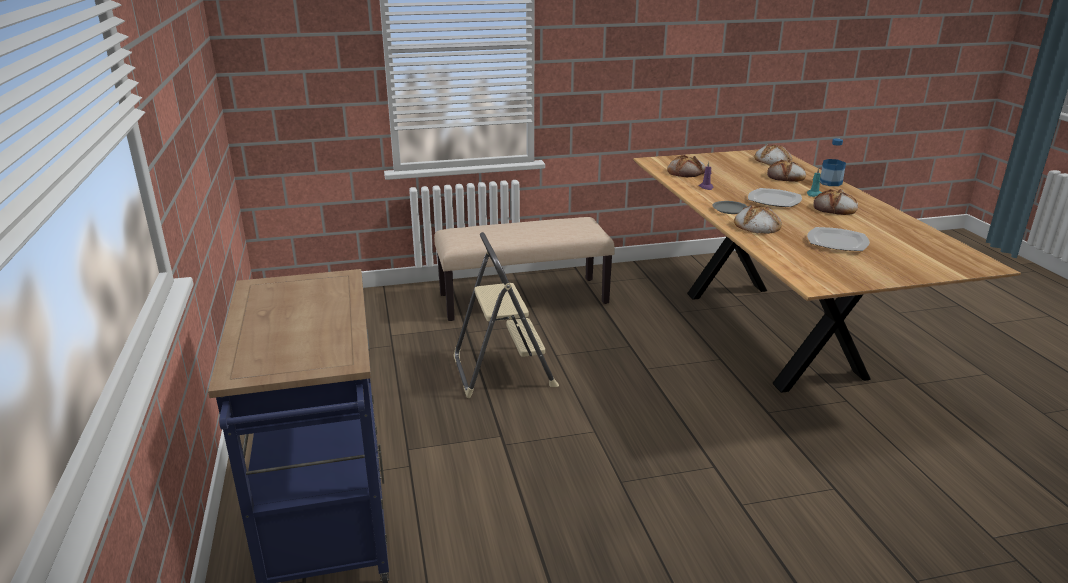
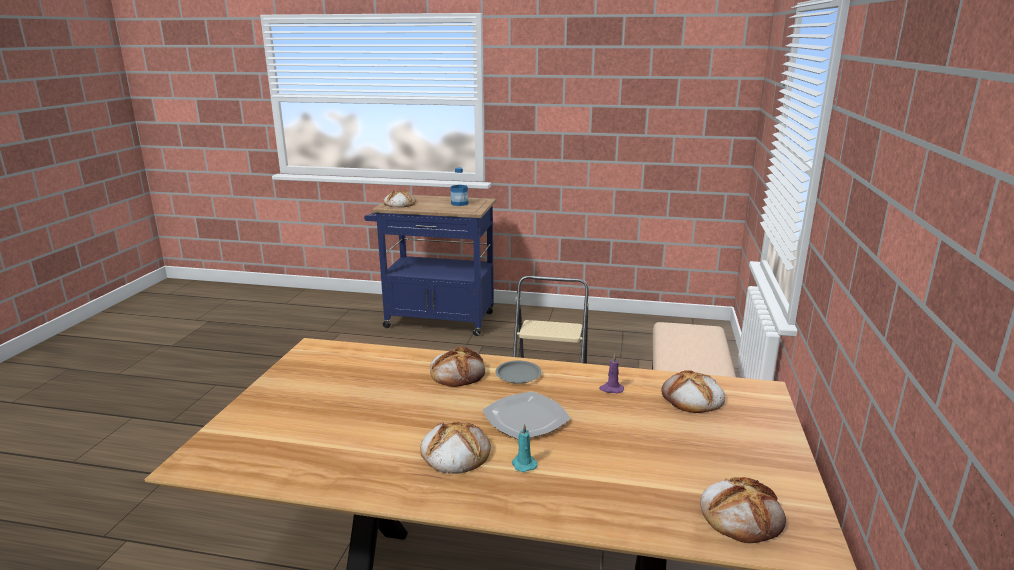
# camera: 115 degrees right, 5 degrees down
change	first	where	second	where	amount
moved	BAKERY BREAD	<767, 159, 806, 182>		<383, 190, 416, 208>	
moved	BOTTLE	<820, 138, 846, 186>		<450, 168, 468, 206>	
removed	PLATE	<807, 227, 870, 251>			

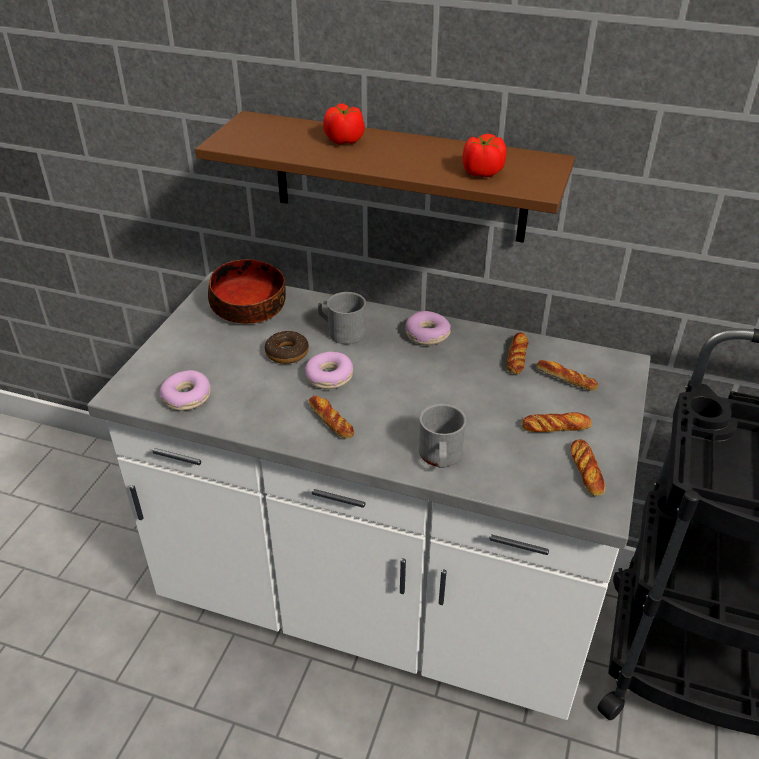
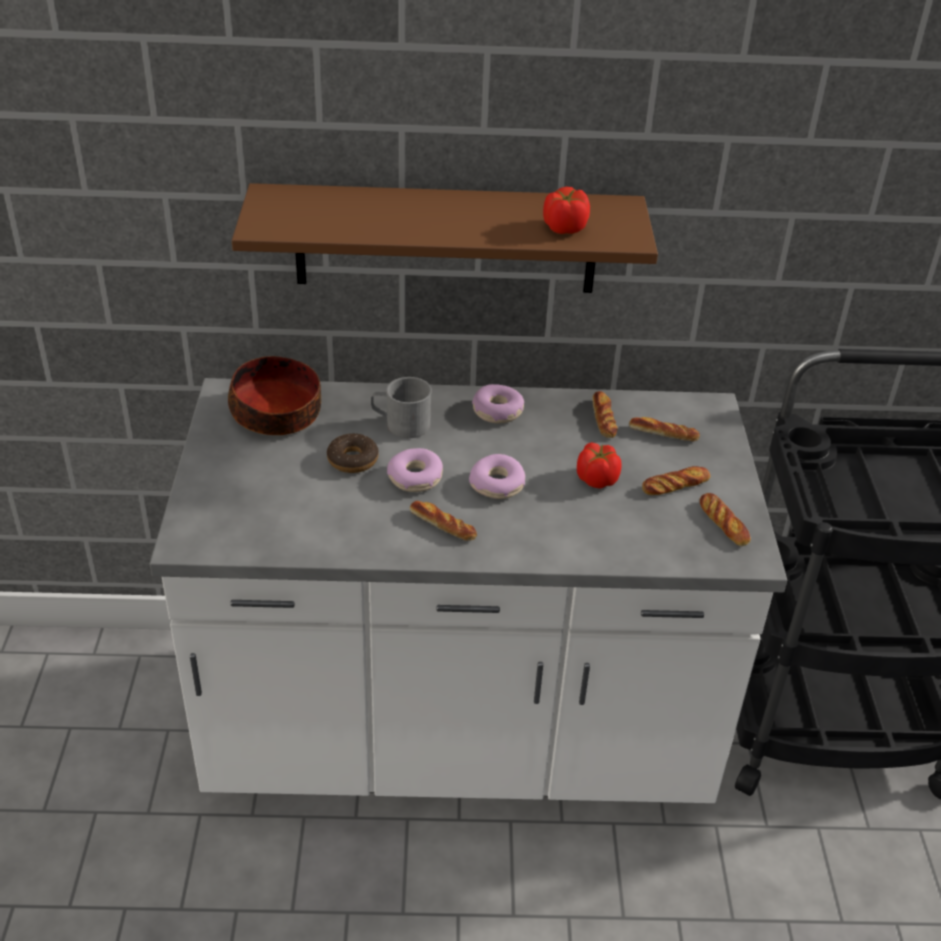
# camera: 20 degrees left, 0 degrees up
change	first	where	second	where	amount
moved	DONUT	<160, 370, 210, 411>		<469, 454, 525, 499>	
moved	TOMATO	<323, 104, 365, 145>		<577, 442, 621, 489>	
removed	GRAY MUG	<419, 403, 466, 468>			

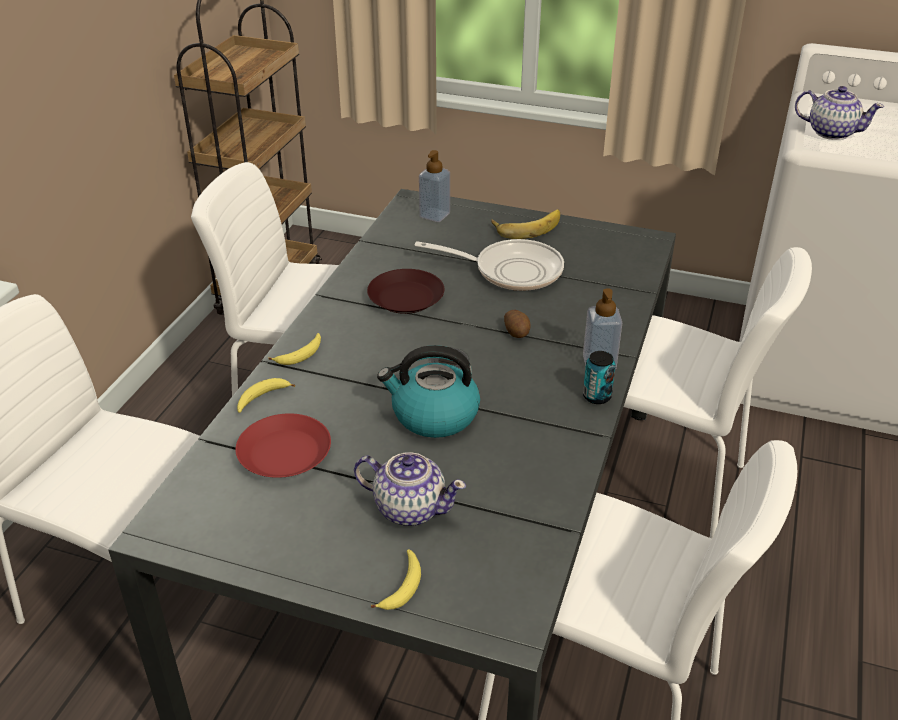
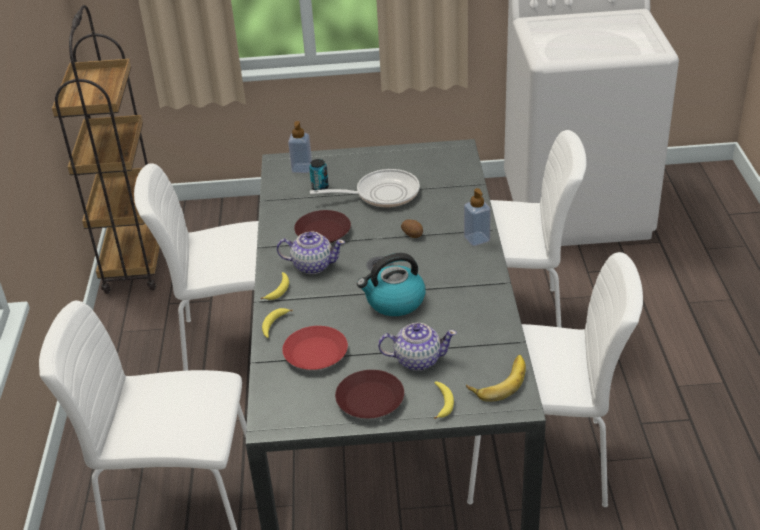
# camera: 20 degrees left, 0 degrees up
change	first	where	second	where	amount
moved	TEA POT	<795, 86, 884, 140>		<277, 232, 345, 274>	
moved	CAN	<583, 351, 616, 404>		<309, 159, 329, 190>	
added			BROWN PLATE	<335, 370, 404, 418>	
moved	WHOLE BANANA	<491, 209, 560, 239>		<466, 355, 526, 402>	

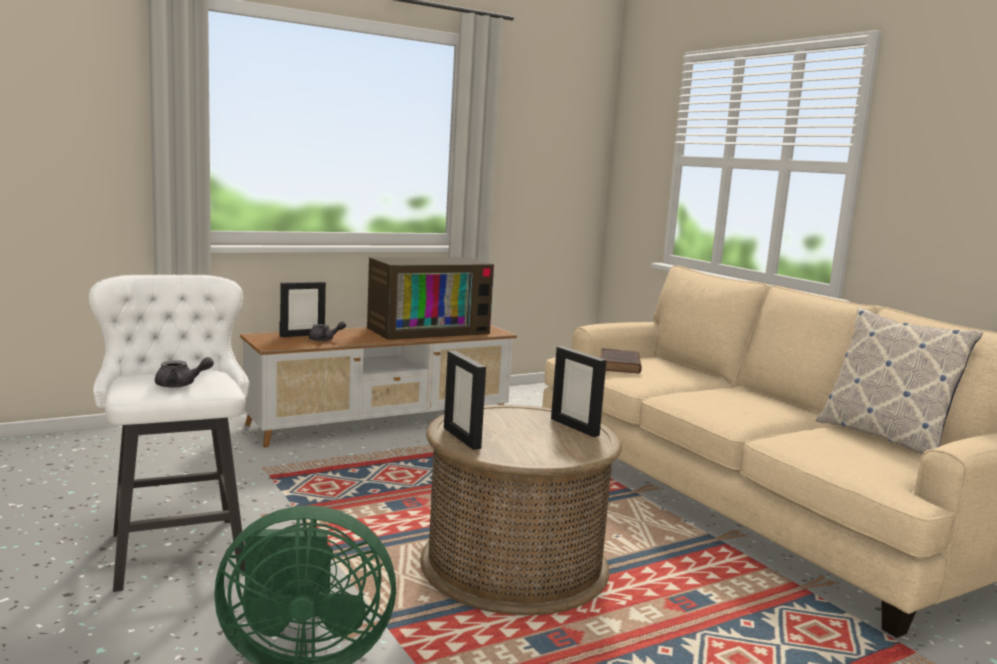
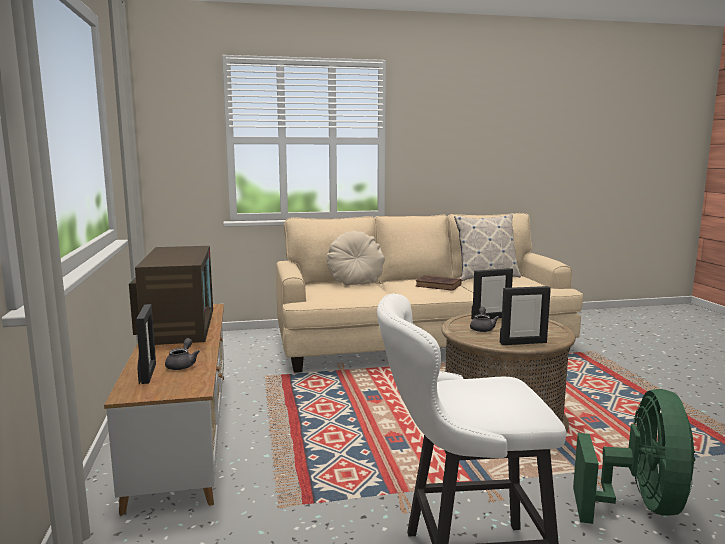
# camera: 70 degrees left, 0 degrees up
change	first	where	second	where	amount
added			SAND-COLOURED PILLOW	<327, 231, 385, 285>	
moved	BROWN BOOK	<601, 349, 642, 374>		<416, 275, 461, 291>	
moved	GRAY TEA POT	<155, 357, 214, 388>		<470, 307, 499, 332>	

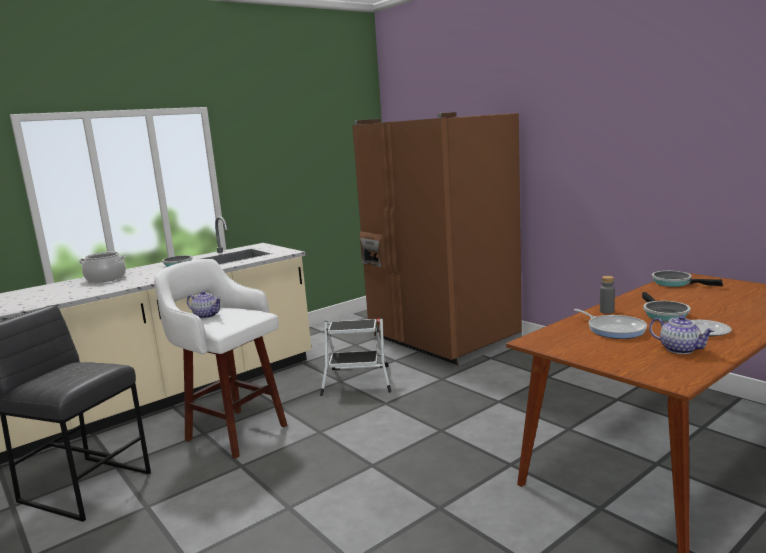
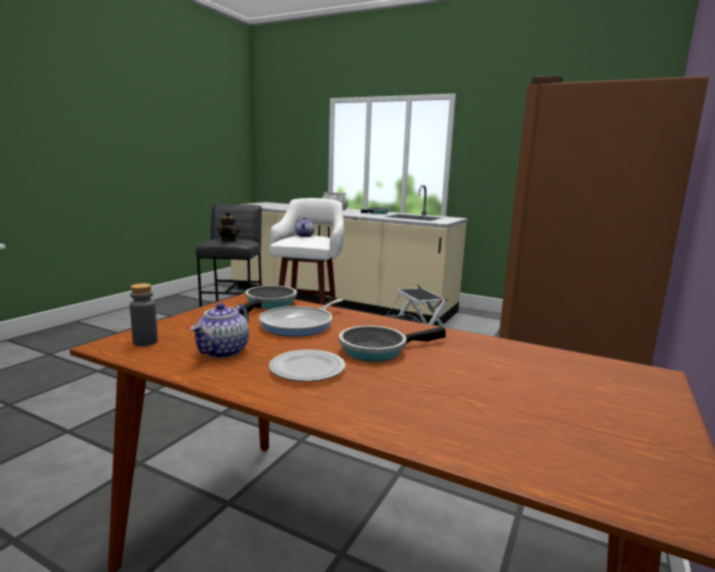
# camera: 65 degrees right, 0 degrees up
change	first	where	second	where	amount
moved	GRAY BOTTLE	<600, 276, 615, 314>		<130, 283, 158, 346>	
added			TEA POT	<217, 211, 240, 242>	
moved	PAN	<652, 271, 723, 287>		<234, 285, 297, 315>	

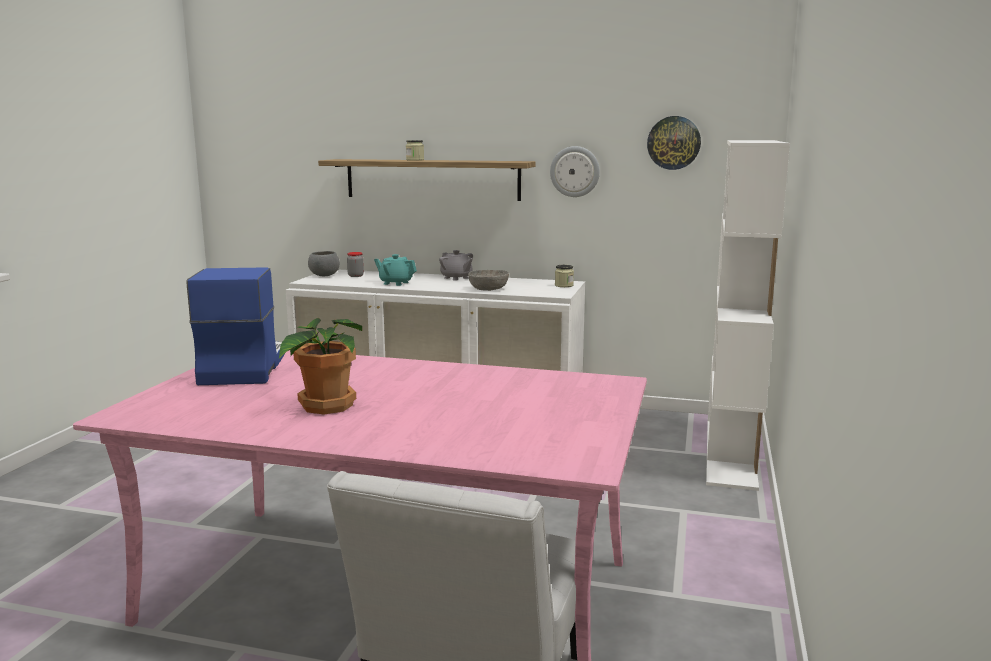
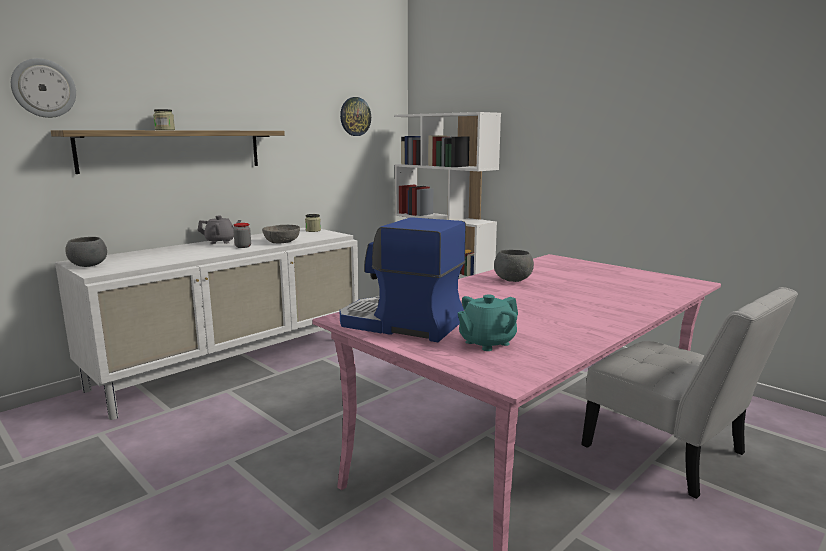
# camera: 60 degrees left, 0 degrees up
change	first	where	second	where	amount
moved	CLOCK ON THE WALL	<550, 146, 600, 197>		<11, 58, 76, 118>	
moved	JAR	<347, 252, 364, 277>		<233, 223, 251, 248>	
moved	BLUE-GREEN TEA POT	<374, 254, 417, 286>		<458, 294, 518, 351>	
added			GRAY DEEP DISH	<494, 250, 534, 282>	
removed	HOUSEPLANT	<279, 317, 362, 414>			

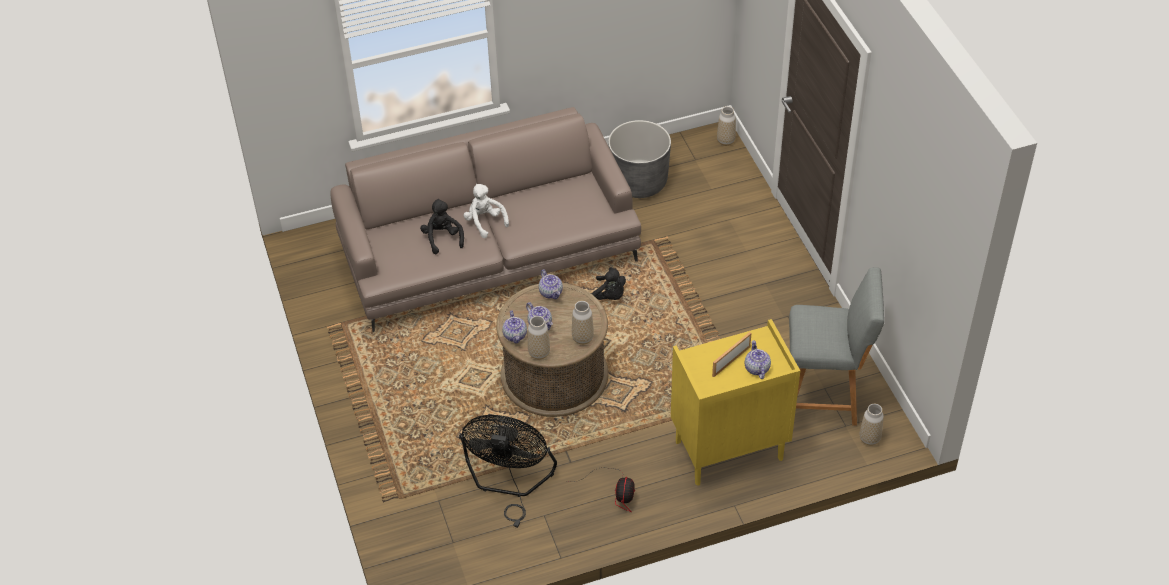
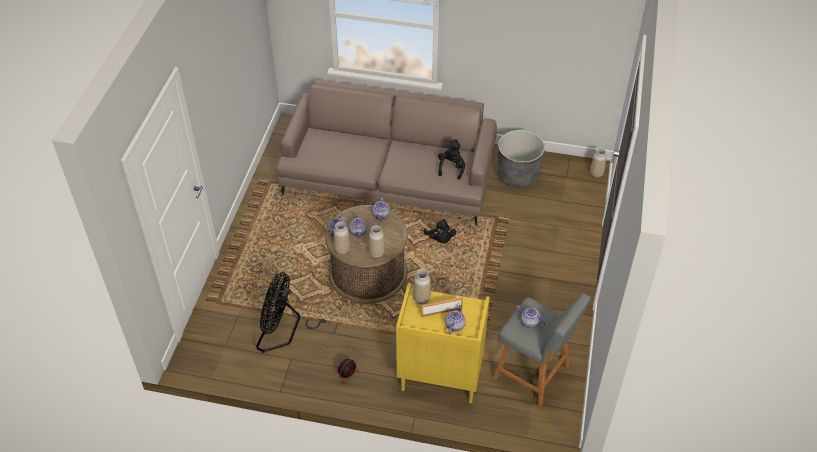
# camera: 30 degrees right, 0 degrees up
change	first	where	second	where	amount
turned	BLACKISH COOLING FAN	<459, 415, 557, 528>		<256, 272, 326, 353>	120 degrees counterclockwise
moved	VASE	<860, 404, 884, 446>		<413, 269, 431, 304>	
moved	BLACKISH CUDDLY TOY	<420, 199, 464, 254>		<438, 139, 465, 179>	
added			TEA POT	<517, 306, 546, 328>	
removed	WHITE CUDDLY TOY	<463, 184, 509, 238>			

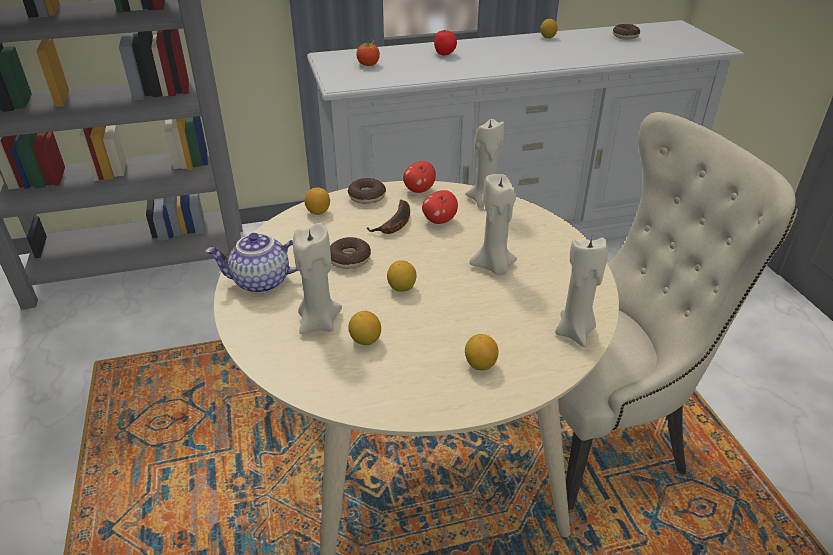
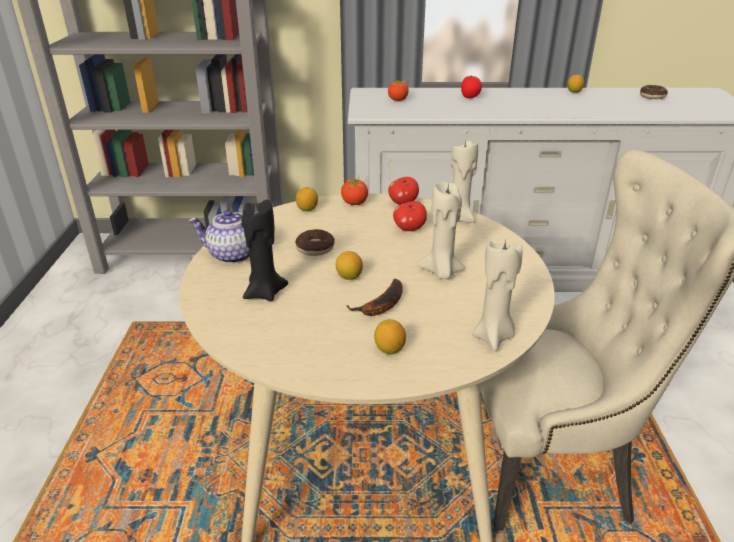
# camera: 15 degrees right, 5 degrees down
change	first	where	second	where	amount
recoloured	SAND-COLOURED WAX LIGHT	<293, 223, 342, 334>	BLACKISH WAX LIGHT	<241, 200, 288, 301>	
replaced	DONUT	<348, 178, 386, 204>	TOMATO	<341, 174, 368, 205>	
moved	WHOLE BANANA	<366, 200, 410, 234>		<347, 279, 403, 316>	
removed	WHOLE LEMON	<348, 311, 381, 345>			

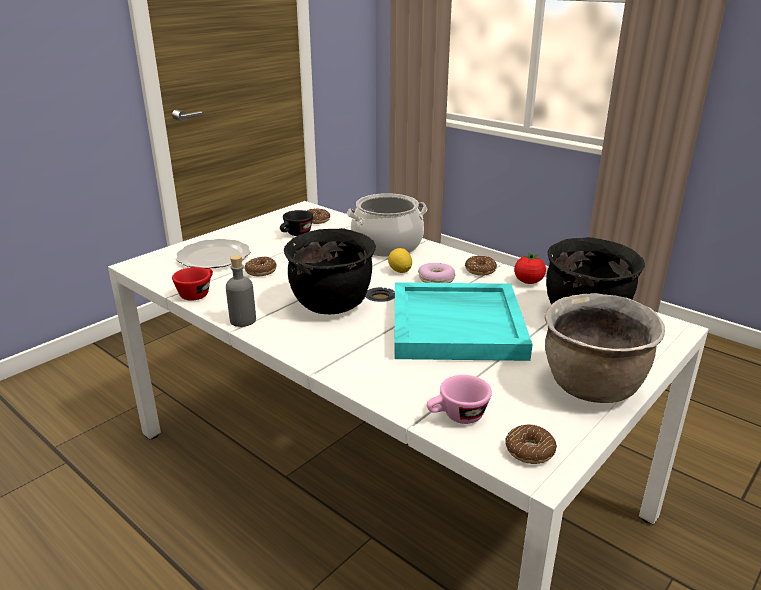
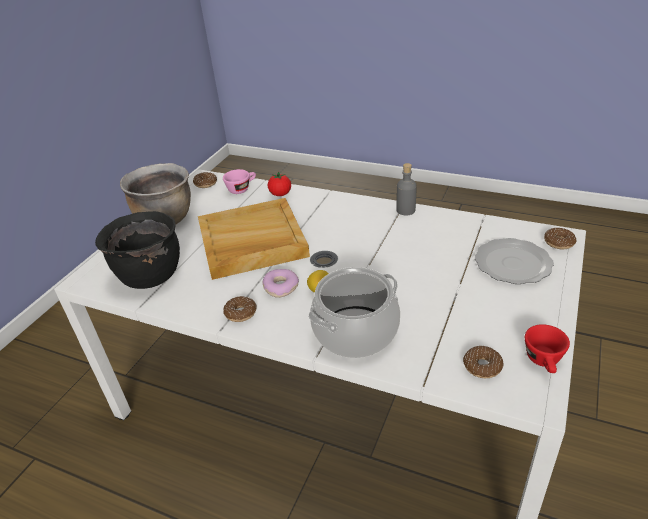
# camera: 165 degrees right, 10 degrees up
change	first	where	second	where	amount
recoloured	BLUE-GREEN TRAY	<394, 282, 533, 361>	SAND-COLOURED TRAY	<198, 198, 310, 280>	
moved	TOMATO	<514, 252, 546, 284>		<268, 172, 291, 196>	
moved	RED-COLOURED DRINKING CUP	<172, 267, 213, 301>		<525, 324, 570, 373>	
moved	DONUT	<245, 257, 277, 277>		<544, 228, 577, 249>	
removed	BLACKISH DRINKING CUP	<280, 210, 313, 236>			
removed	BLACKISH SAUCEPOT	<284, 228, 376, 314>			

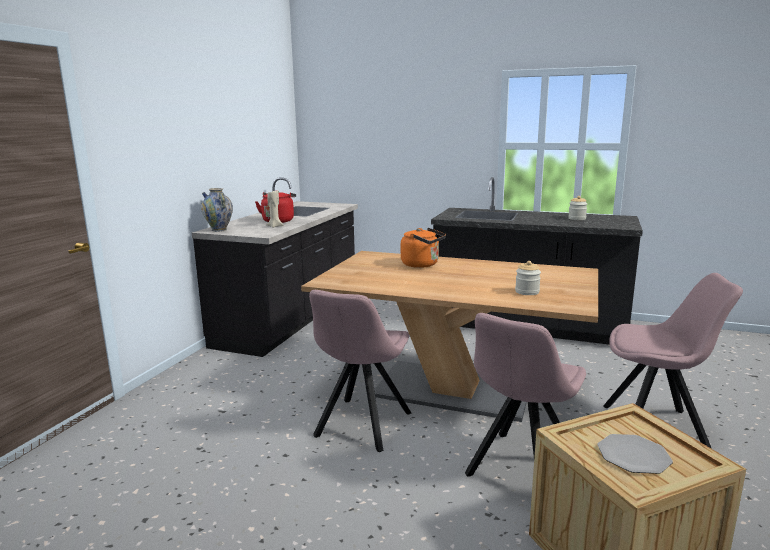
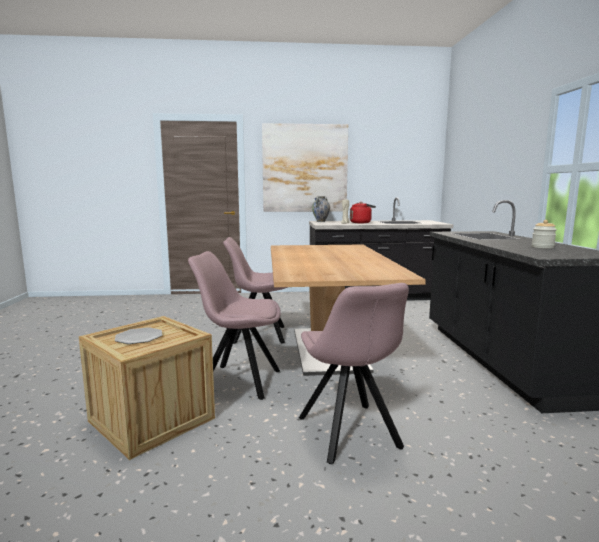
# camera: 65 degrees right, 5 degrees down
change	first	where	second	where	amount
added			WALL ART	<262, 123, 348, 212>	
removed	ORANGE-COLOURED WATER KETTLE	<401, 228, 446, 268>			
removed	JAR	<515, 261, 541, 295>			

